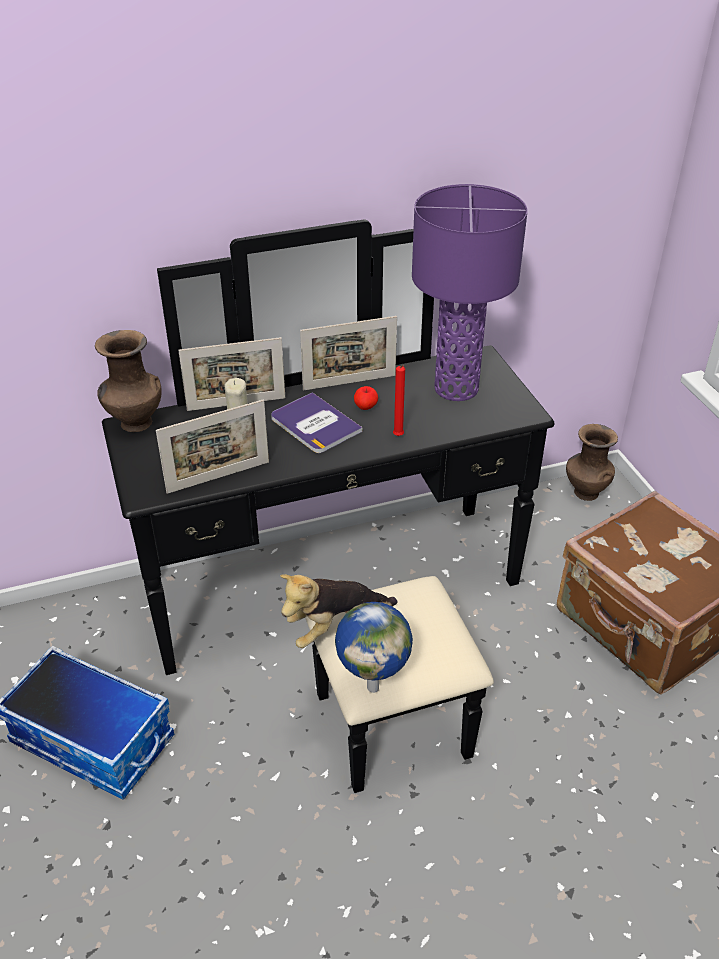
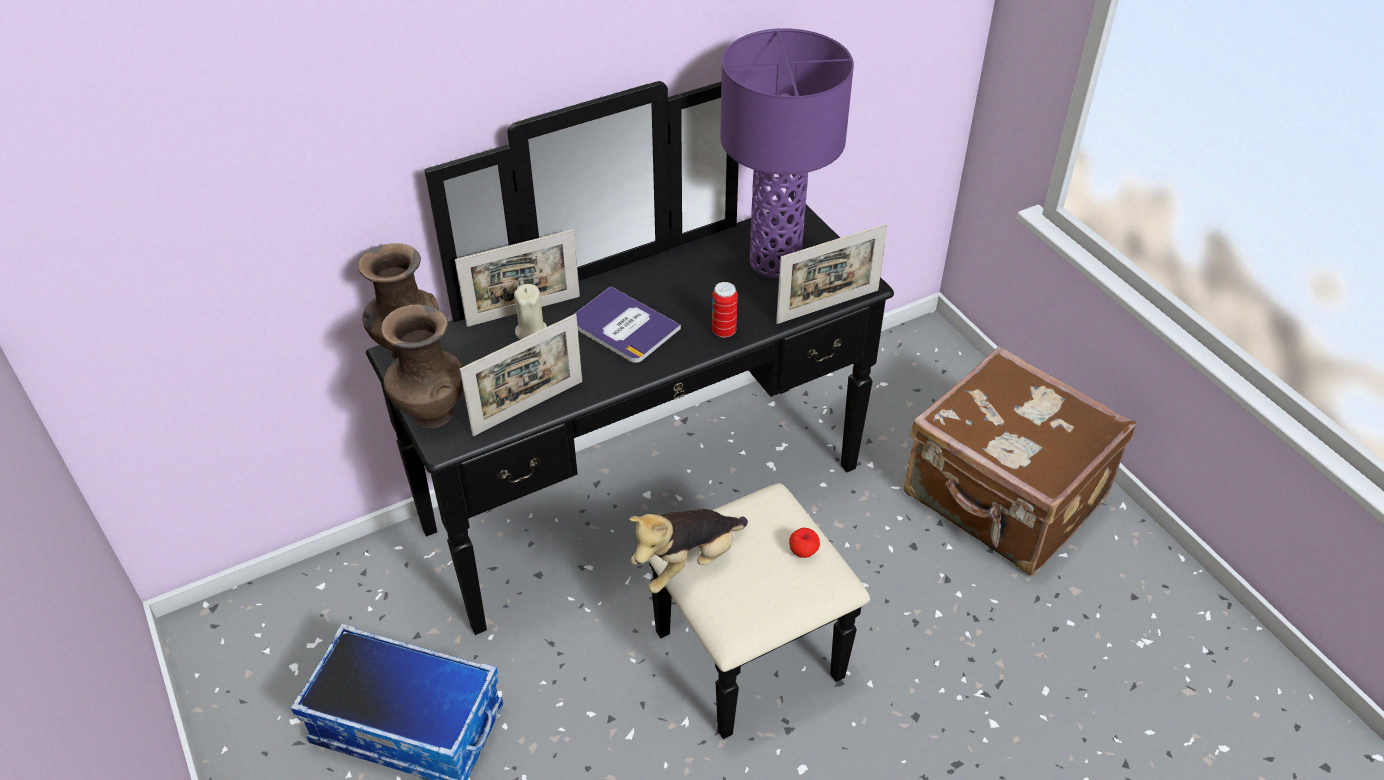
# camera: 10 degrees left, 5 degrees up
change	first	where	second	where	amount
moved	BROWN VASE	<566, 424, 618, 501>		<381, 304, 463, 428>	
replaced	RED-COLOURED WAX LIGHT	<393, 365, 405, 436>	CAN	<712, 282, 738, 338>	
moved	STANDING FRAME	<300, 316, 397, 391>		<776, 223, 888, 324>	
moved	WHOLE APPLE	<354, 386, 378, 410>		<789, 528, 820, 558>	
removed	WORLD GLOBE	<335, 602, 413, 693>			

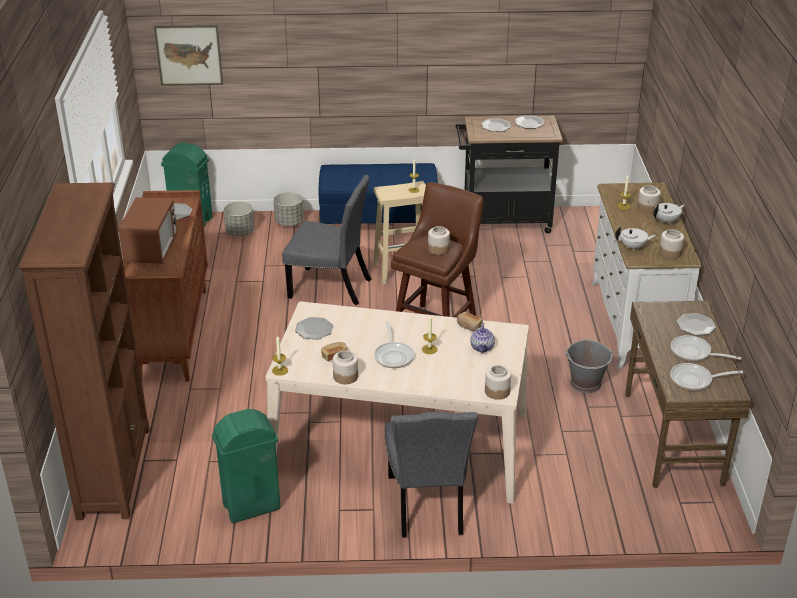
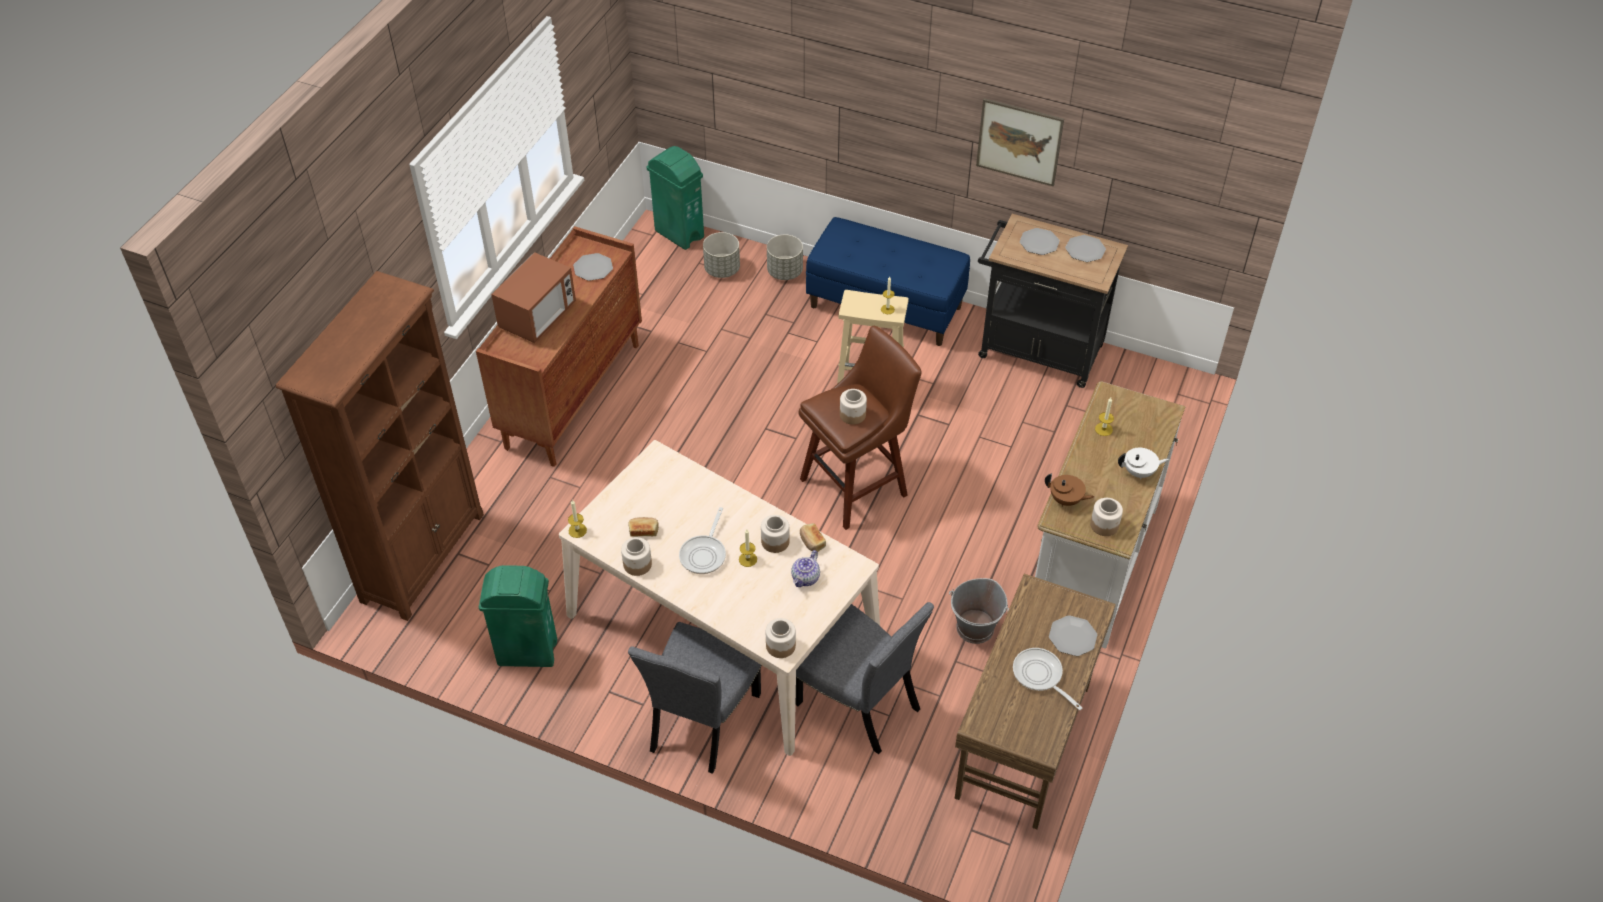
# camera: 25 degrees right, 15 degrees up
change	first	where	second	where	amount
moved	JAR	<637, 185, 661, 214>		<761, 515, 789, 553>	
moved	GRAY CHAIR	<282, 175, 371, 305>		<796, 602, 934, 754>	
moved	WALL ART	<154, 25, 223, 86>		<976, 98, 1064, 187>	
recoloured	WHITE TEA POT	<615, 227, 656, 251>	BROWN TEA POT	<1045, 474, 1094, 506>	
removed	PLATE	<295, 317, 333, 339>			
removed	PAN	<670, 363, 743, 391>			

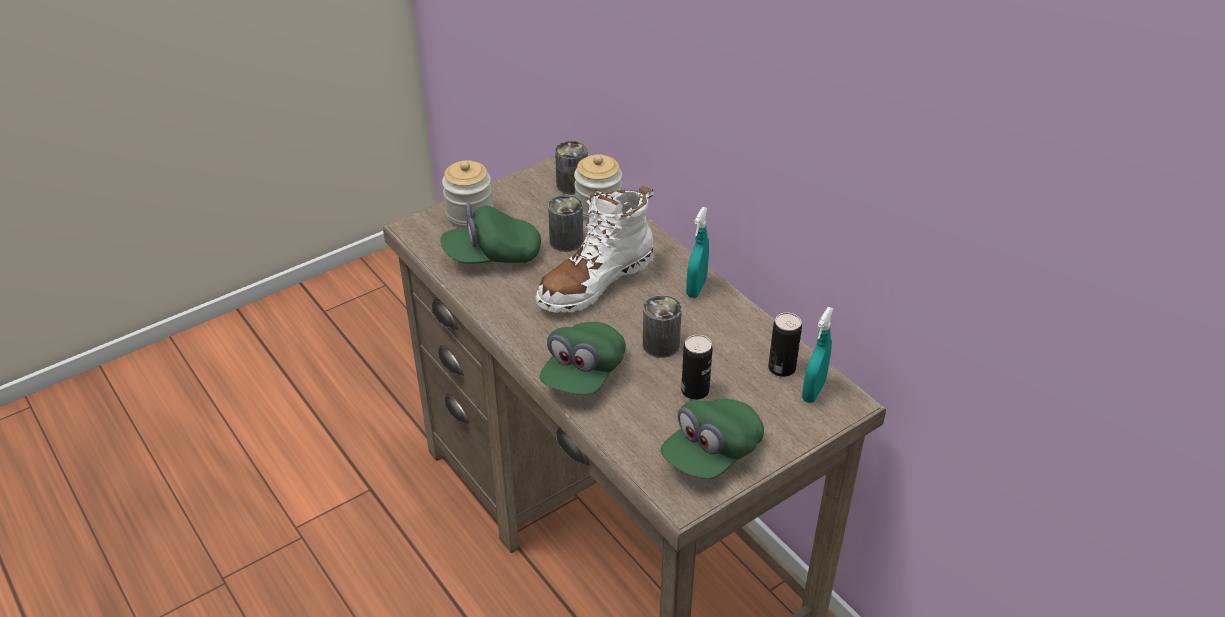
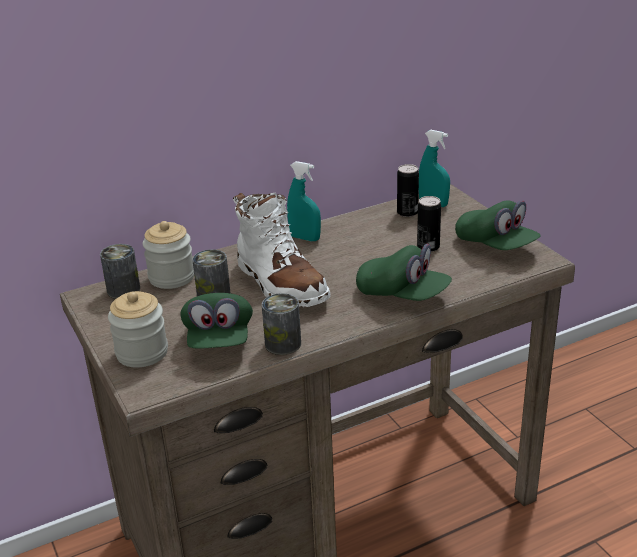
# camera: 80 degrees left, 10 degrees down
change	first	where	second	where	amount
moved	CAN	<643, 295, 682, 358>		<262, 293, 301, 355>	

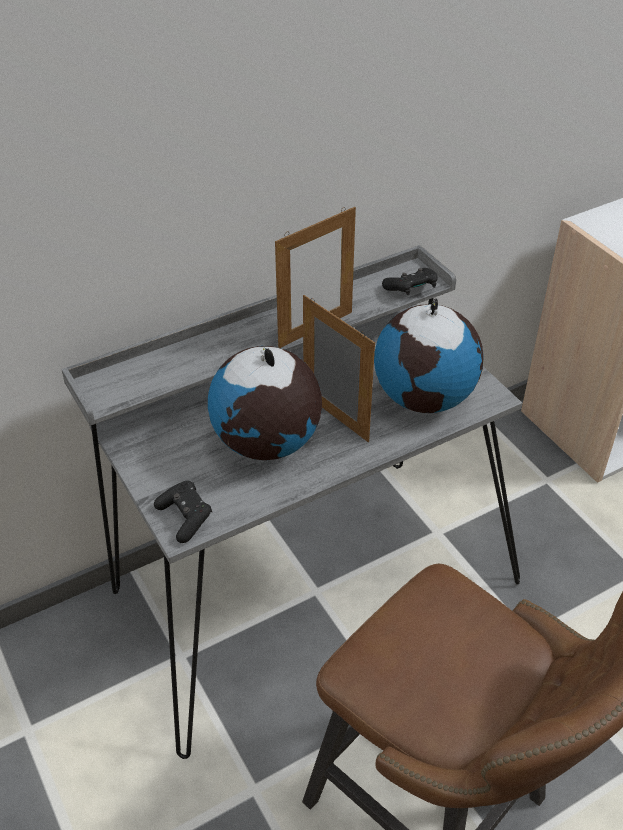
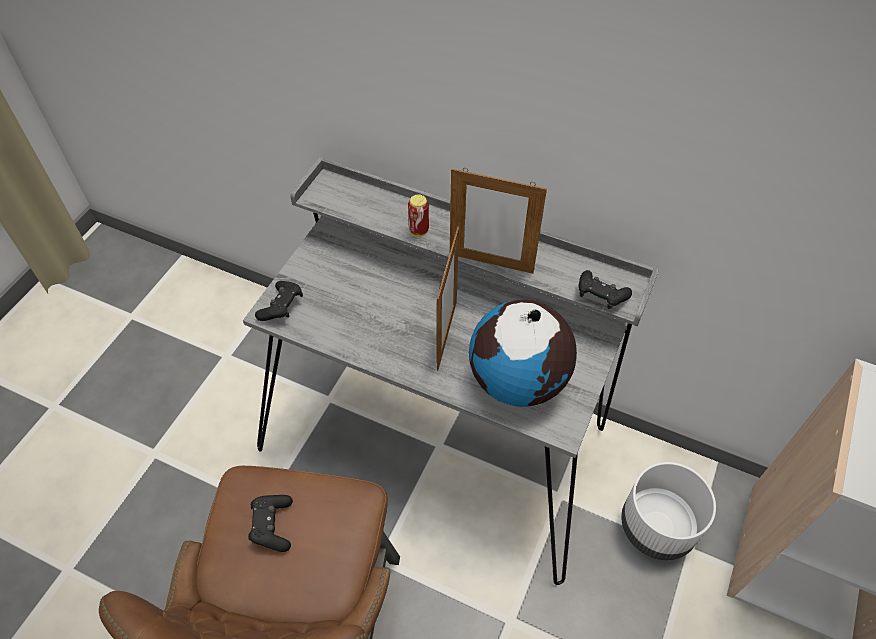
# camera: 55 degrees right, 10 degrees up
change	first	where	second	where	amount
added			BLACKISH GAME CONTROLLER	<248, 495, 293, 552>	
added			CAN	<408, 194, 429, 237>	
added			WHITE PLANTER	<621, 462, 716, 560>	
removed	WORLD GLOBE	<208, 346, 322, 460>			

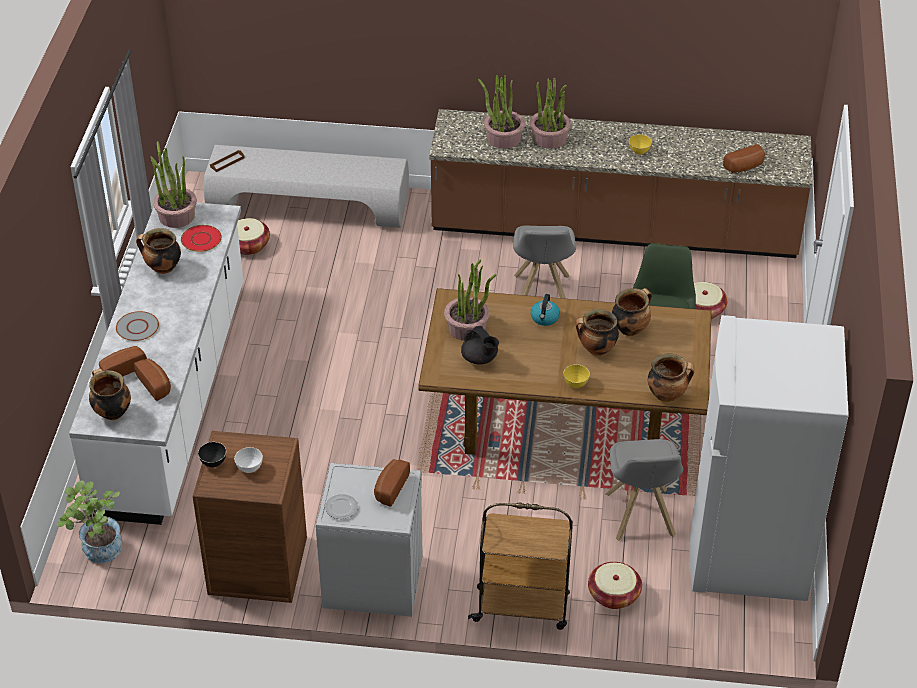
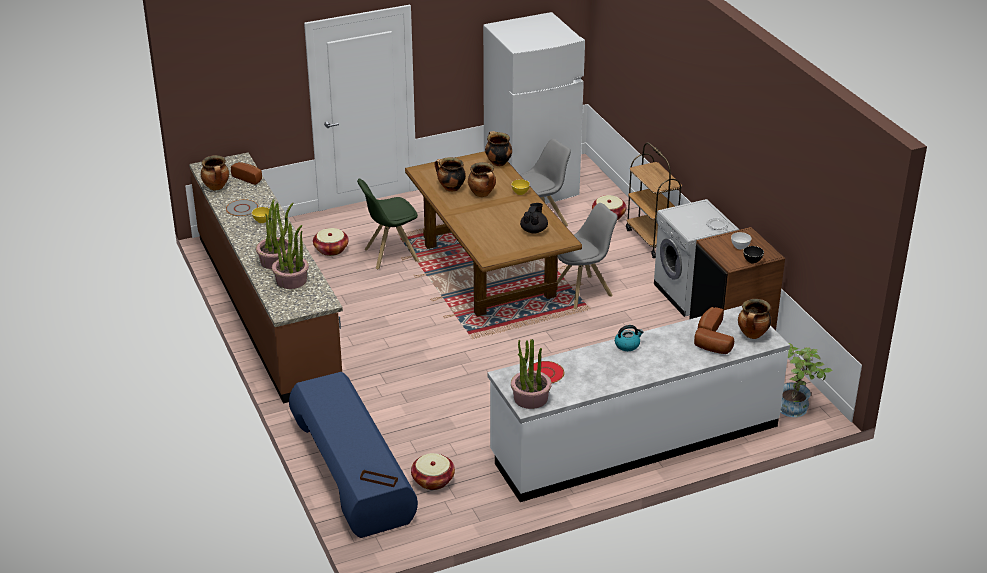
# camera: 120 degrees left, 10 degrees down
change	first	where	second	where	amount
moved	SAUCEPOT	<136, 228, 181, 274>		<201, 155, 229, 190>	
moved	GRAY PLATE	<116, 311, 159, 341>		<226, 199, 258, 217>	
recoloured	GRAY INDOOR BENCH	<204, 145, 409, 228>	BLUE-COLOURED INDOOR BENCH	<289, 372, 418, 538>	
moved	GRAY CHAIR	<513, 226, 576, 299>		<557, 203, 618, 309>	
moved	WATER KETTLE	<531, 294, 560, 326>		<615, 325, 644, 351>	
removed	BAKERY BREAD	<374, 459, 410, 507>			
removed	HOUSEPLANT	<444, 259, 496, 340>			

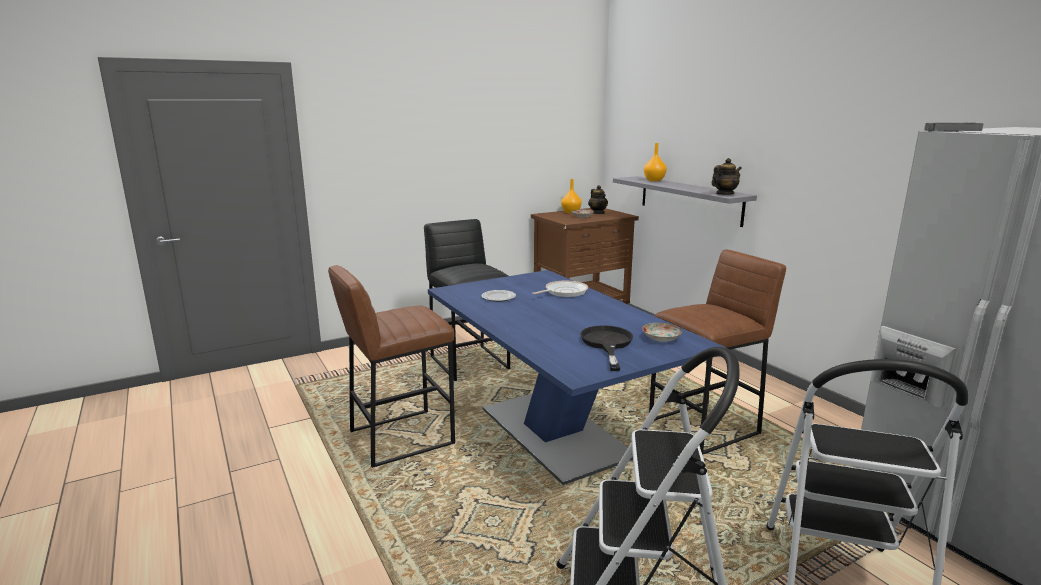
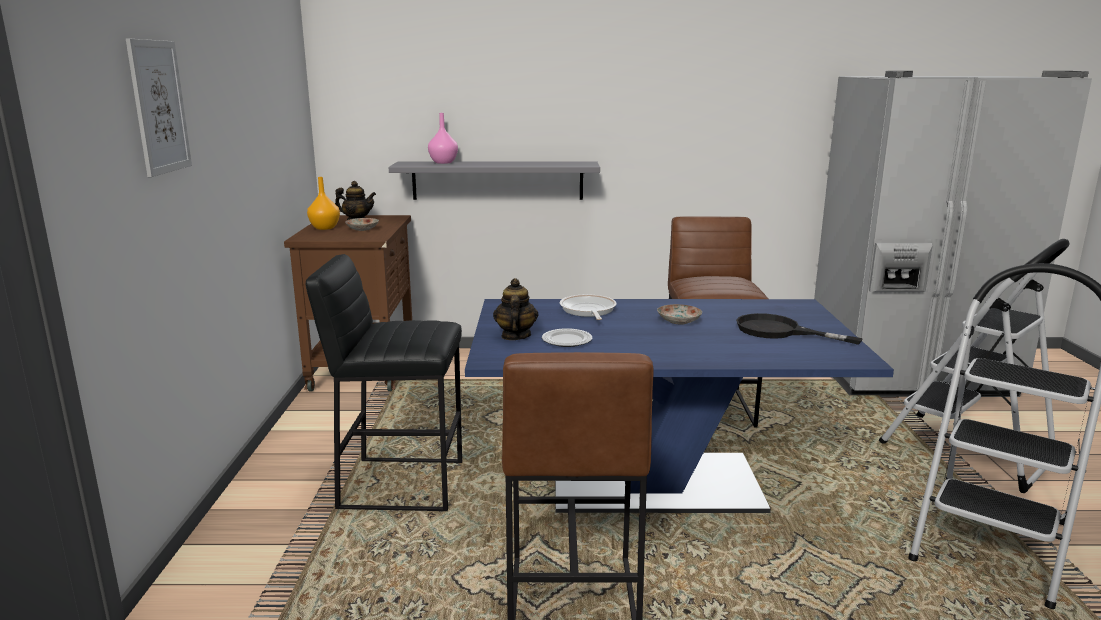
# camera: 60 degrees left, 0 degrees up
change	first	where	second	where	amount
added			WALL ART	<126, 39, 192, 177>	
recoloured	ORANGE-COLOURED VASE	<644, 143, 667, 181>	PINKISH VASE	<428, 113, 458, 164>	
moved	TEA POT	<712, 158, 742, 195>		<493, 278, 539, 340>	
moved	PLATE	<642, 323, 682, 342>		<657, 304, 702, 325>	

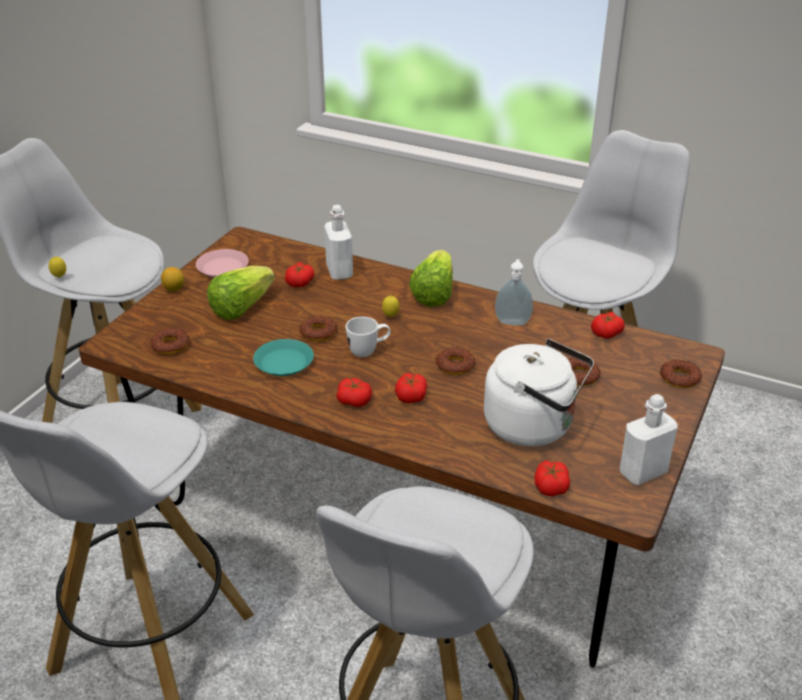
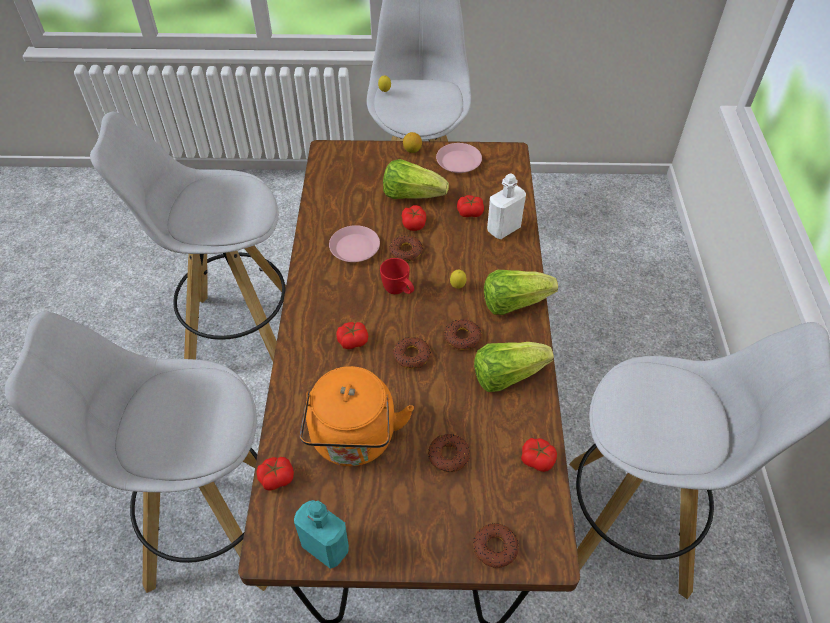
# camera: 65 degrees right, 15 degrees up
change	first	where	second	where	amount
recoloured	WHITE BOTTLE	<620, 394, 678, 485>	BLUE-GREEN BOTTLE	<294, 500, 349, 569>	
recoloured	WHITE WATER KETTLE	<484, 339, 594, 446>	ORANGE-COLOURED WATER KETTLE	<300, 366, 414, 466>	
recoloured	BLUE-GREEN PLATE	<253, 339, 314, 376>	PINKISH PLATE	<329, 225, 380, 262>	
recoloured	WHITE MUG	<346, 317, 391, 357>	RED-COLOURED MUG	<380, 258, 414, 294>	
moved	TOMATO	<336, 378, 372, 407>		<402, 205, 426, 231>	
moved	DONUT	<150, 328, 191, 355>		<444, 319, 481, 350>	
replaced	LIQUID SOAP BOTTLE	<495, 259, 533, 326>	HEAD OF LETTUCE	<474, 342, 554, 392>	

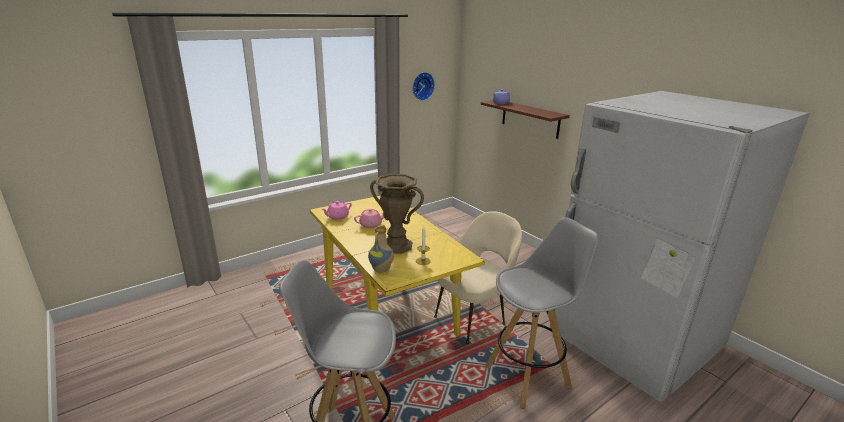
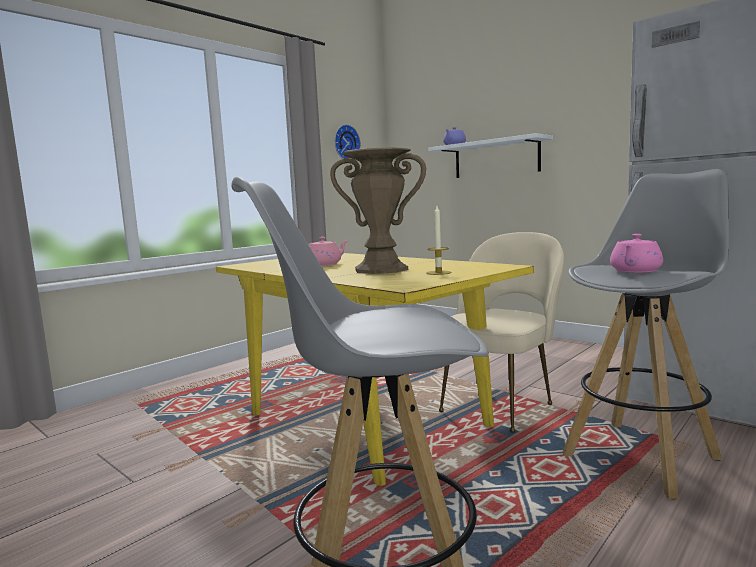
# camera: 10 degrees left, 15 degrees down
change	first	where	second	where	amount
recoloured	BROWN SHELF	<481, 100, 570, 139>	WHITE SHELF	<428, 133, 553, 178>	
moved	PINKISH TEA POT	<321, 201, 352, 220>		<610, 234, 663, 273>	
removed	VASE	<368, 225, 394, 273>			

